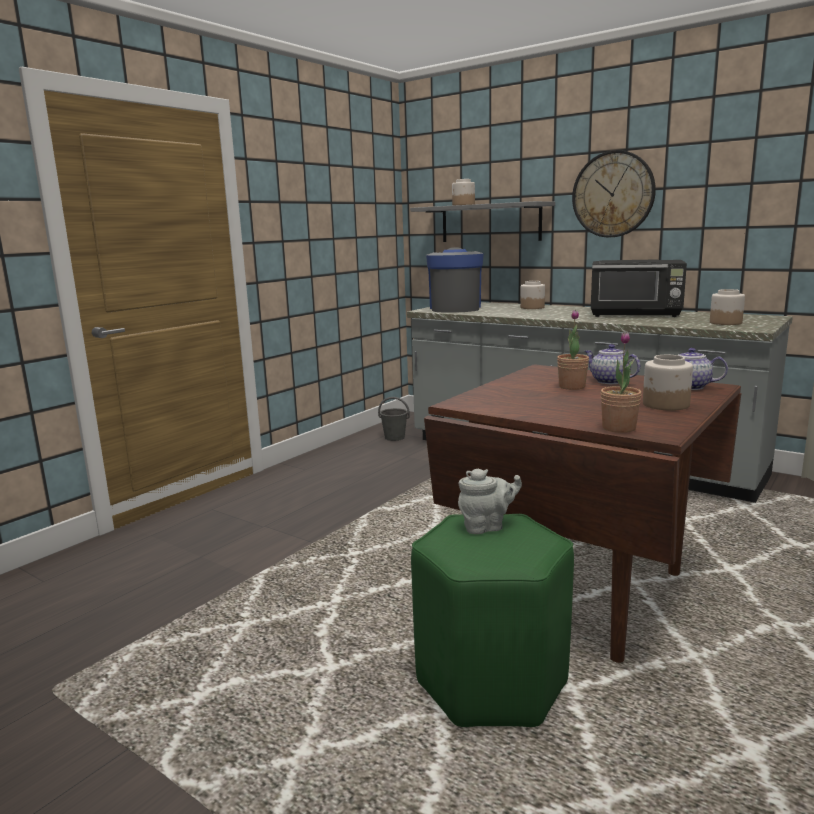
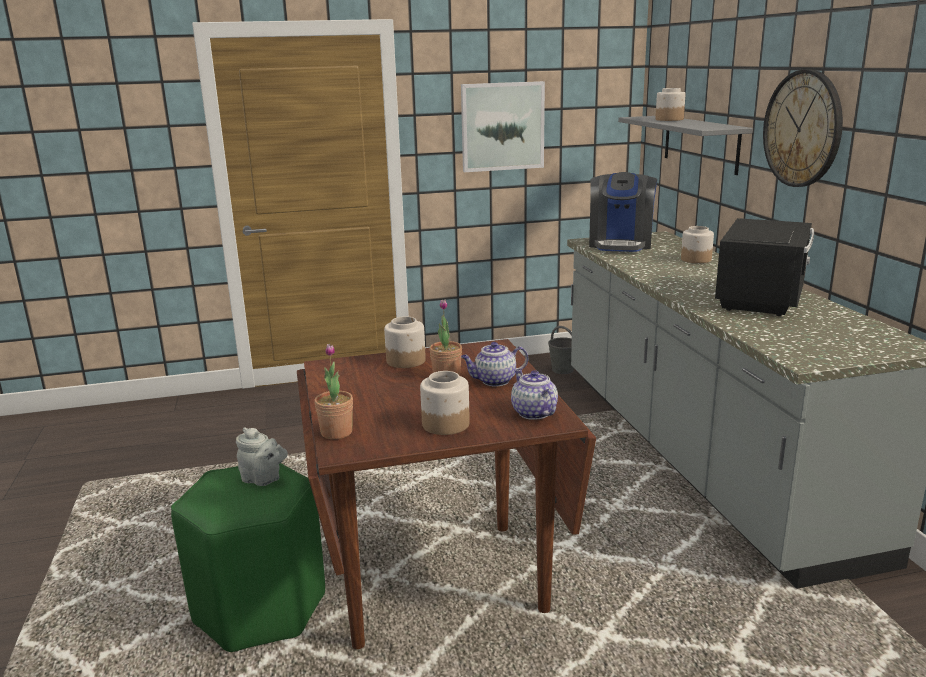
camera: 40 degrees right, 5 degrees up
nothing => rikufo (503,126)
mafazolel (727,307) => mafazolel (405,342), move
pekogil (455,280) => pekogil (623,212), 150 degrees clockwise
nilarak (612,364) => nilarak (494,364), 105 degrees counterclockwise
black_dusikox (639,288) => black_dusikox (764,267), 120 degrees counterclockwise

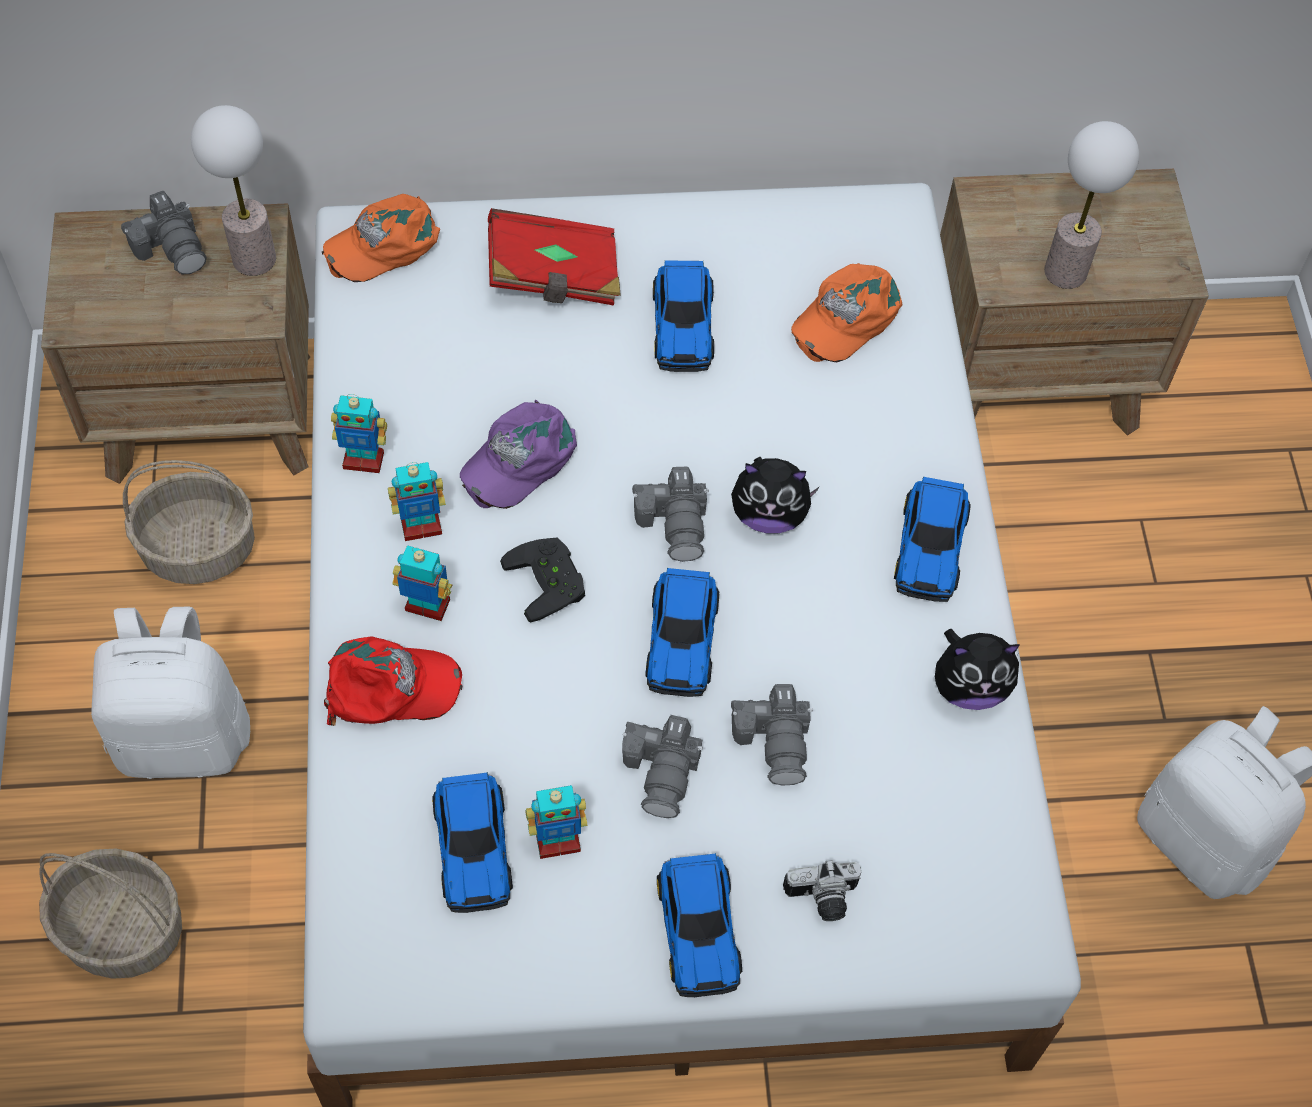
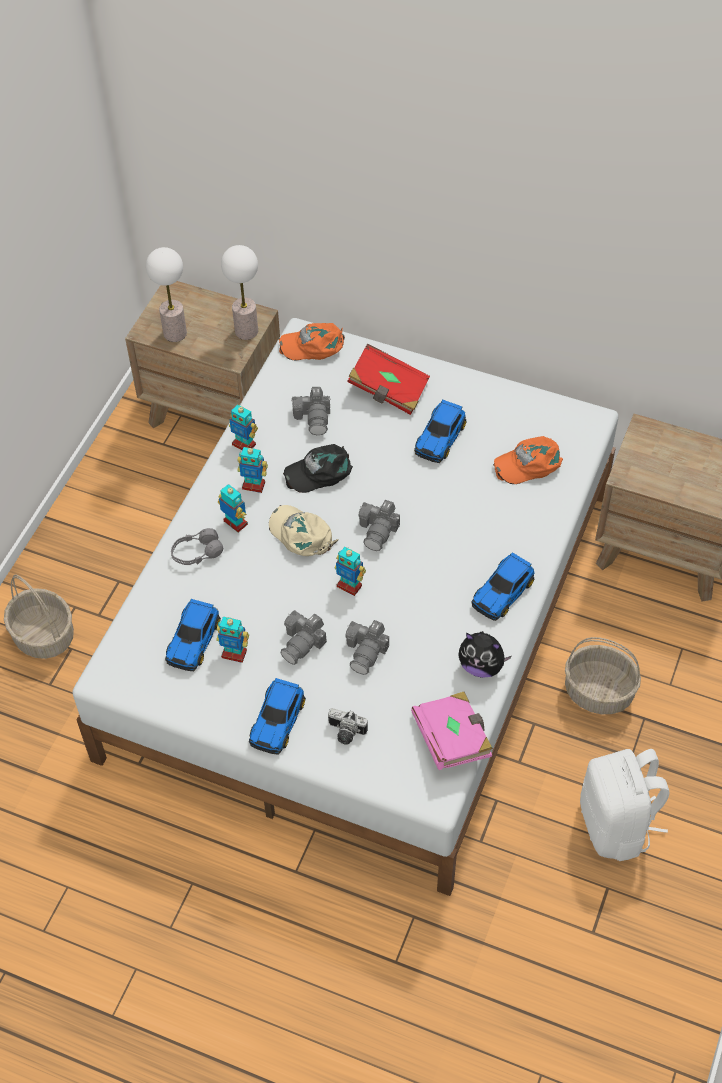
camera: 30 degrees right, 5 degrees down
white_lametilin (170,693) => nothing
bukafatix (775,495) => nothing
nothing => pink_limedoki (452,731)
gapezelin (164,232) => gapezelin (311,411), move
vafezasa (189,522) => vafezasa (603,675), move
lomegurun (1091,205) => lomegurun (166,294), move
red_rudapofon (393,681) => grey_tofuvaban (197,546)
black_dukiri (542,579) => beige_rudapofon (304,530)
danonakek (682,632) => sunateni (350,571)
purple_rudapofon (518,454) => black_rudapofon (318,468)

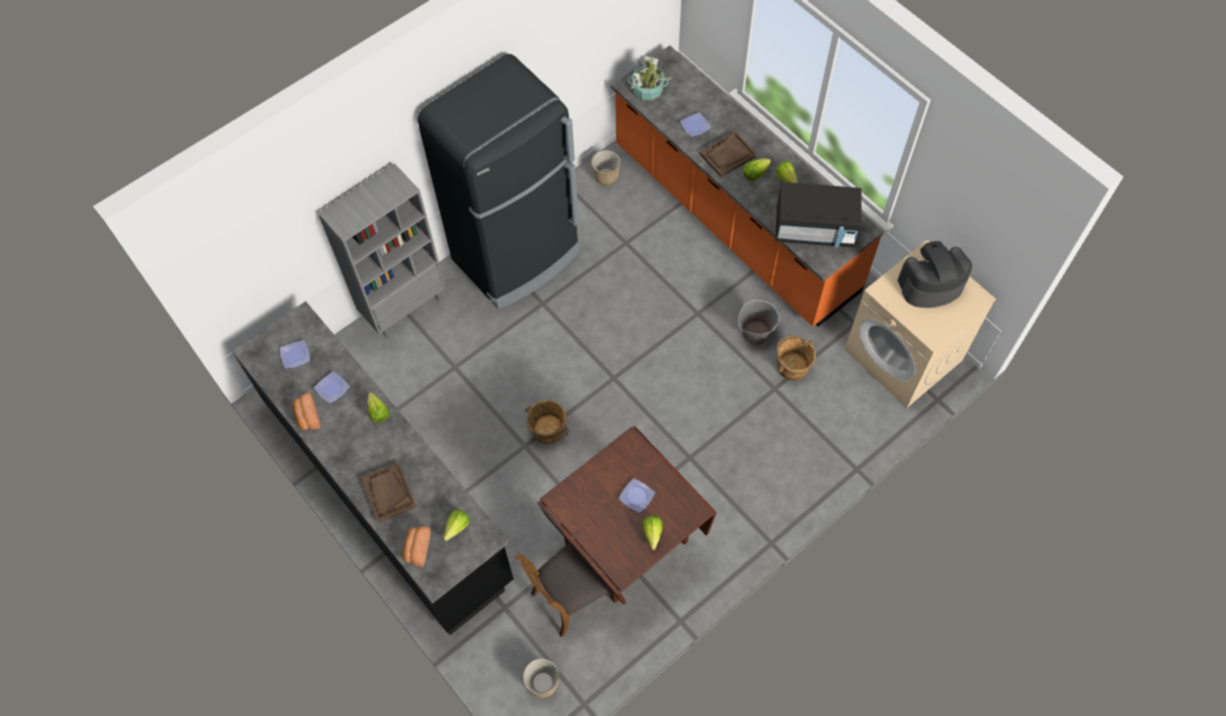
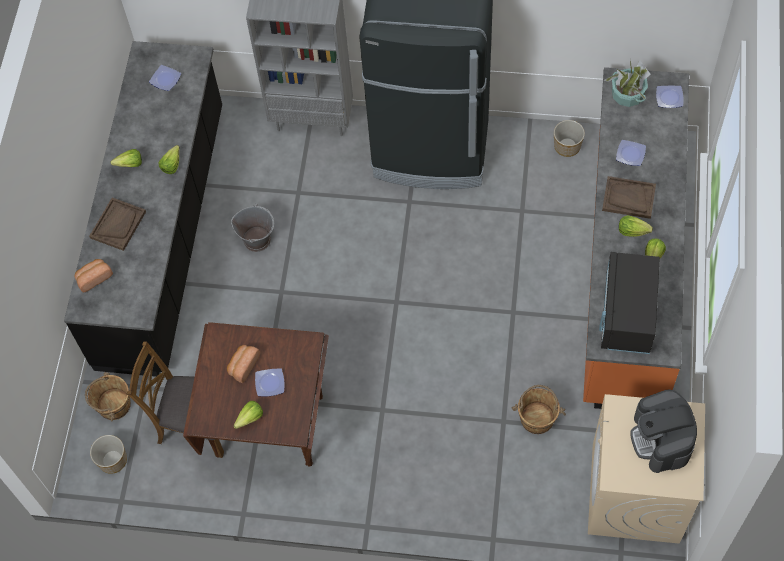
camera: 50 degrees right, 0 degrees up
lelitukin (306,411) => lelitukin (243,364), move
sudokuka (332,387) => sudokuka (670,97), move
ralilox (456,525) => ralilox (126,158), move
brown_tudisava (547,422) => brown_tudisava (108,397), move
grey_tudisava (759,322) => grey_tudisava (252,228), move
black_dusikox (818,215) => black_dusikox (629,303), 45 degrees clockwise
pekogil (935,274) => pekogil (664,431), 135 degrees counterclockwise

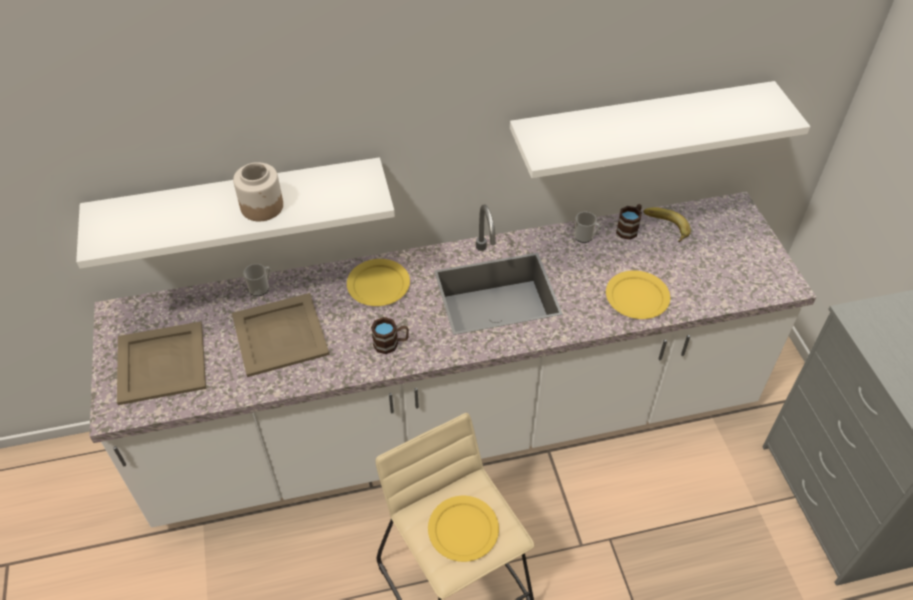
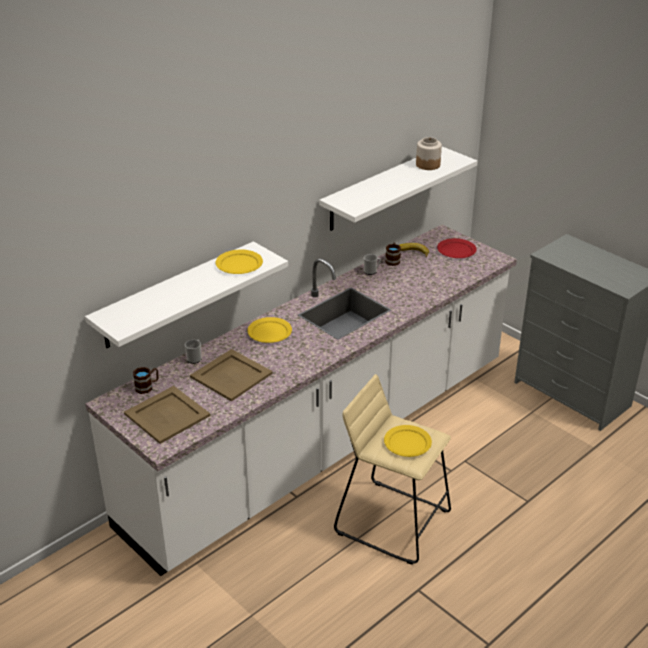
camera: 30 degrees left, 15 degrees down
nothing => red_sudokuka (457,248)
mafazolel (258,191) => mafazolel (429,153), move
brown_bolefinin (390,335) => brown_bolefinin (145,380), move
yellow_sudokuka (638,294) => yellow_sudokuka (239,261), move

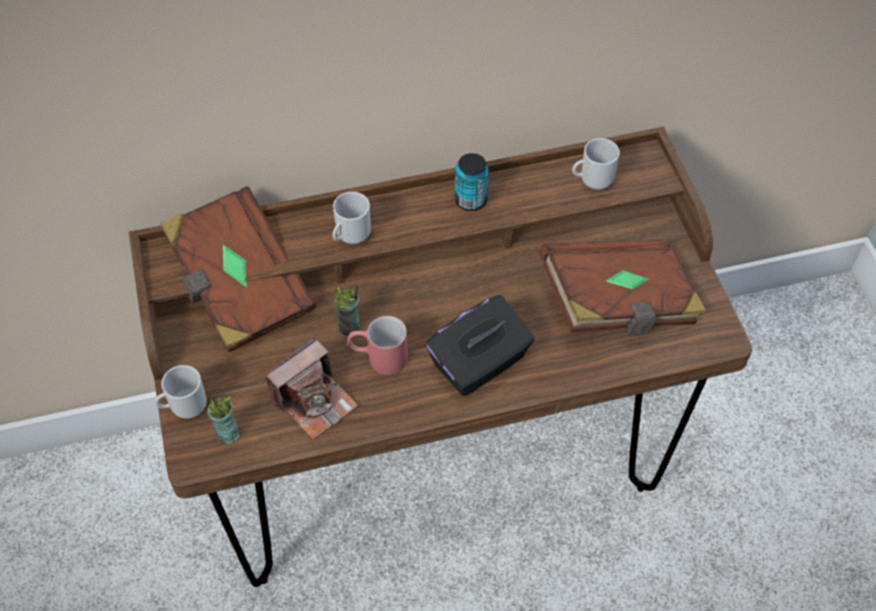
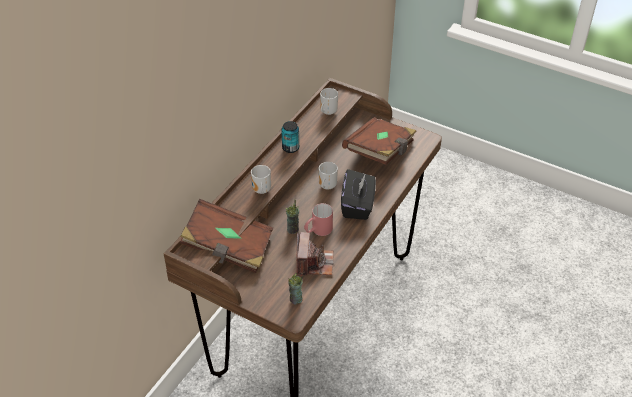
camera: 45 degrees left, 10 degrees down
bolefinin (181,392) => bolefinin (328,176), move

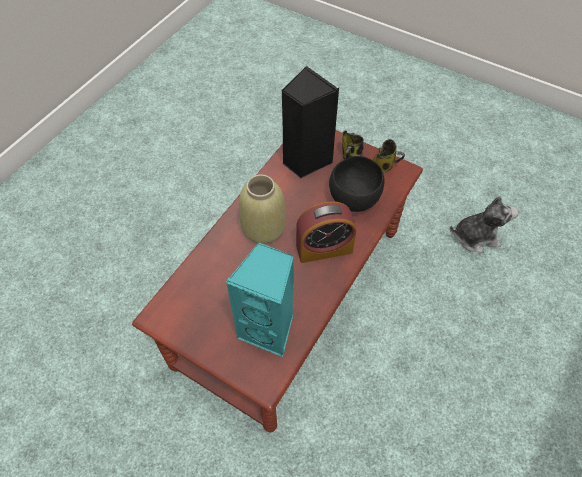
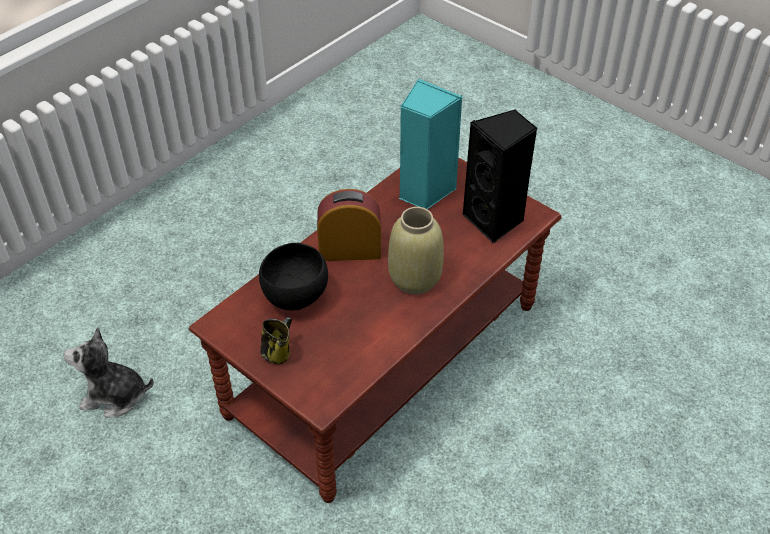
camera: 170 degrees left, 10 degrees down
bolefinin (389,156) => nothing
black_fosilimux (310,122) => black_fosilimux (500,176), move

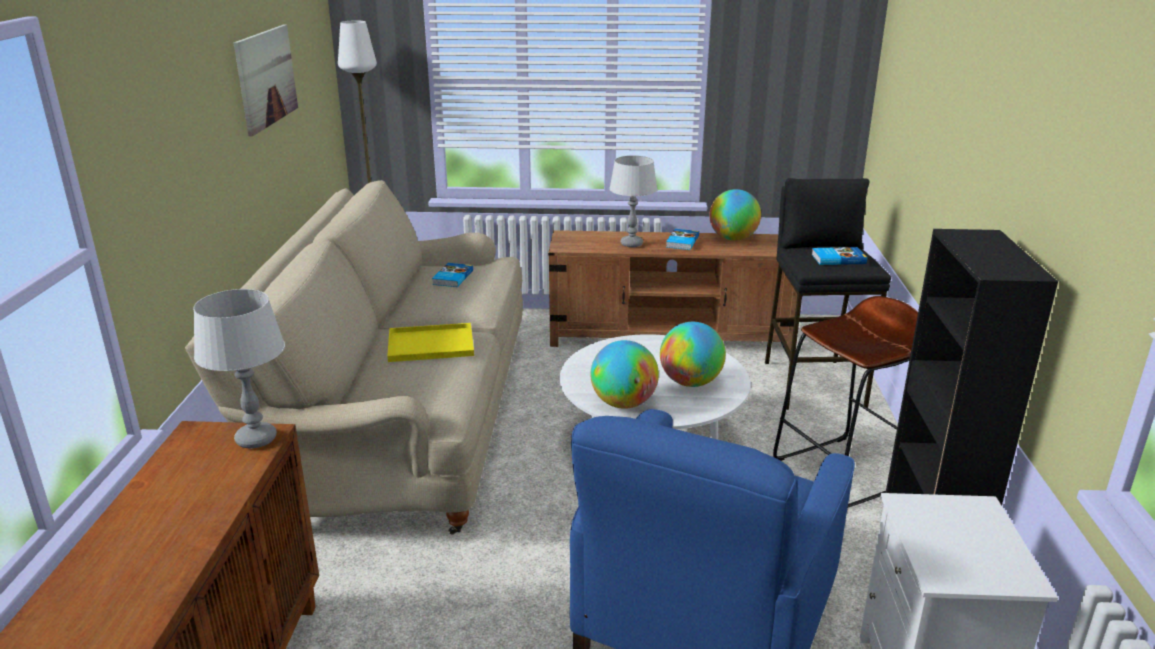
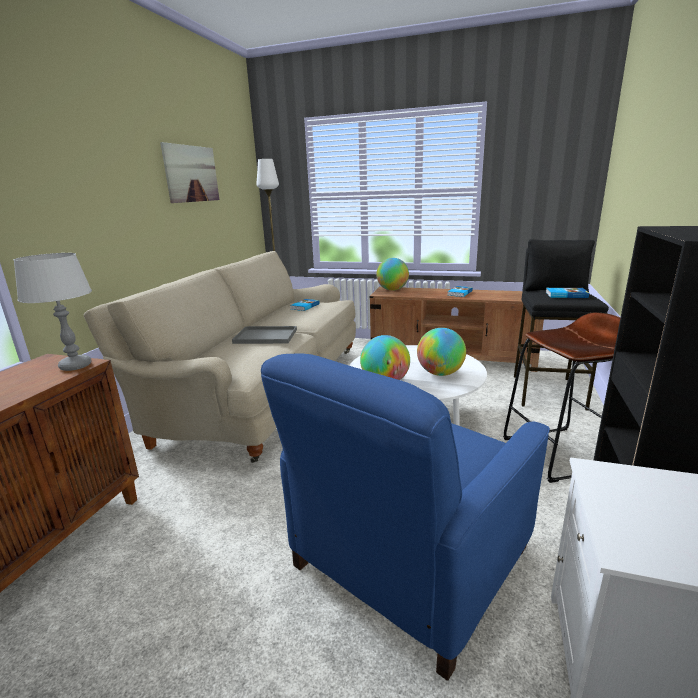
camera: 15 degrees right, 5 degrees down
grey_lomegurun (633,201) => nothing
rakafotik (735,215) => rakafotik (392,274), move
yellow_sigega (430,342) => grey_sigega (264,335)

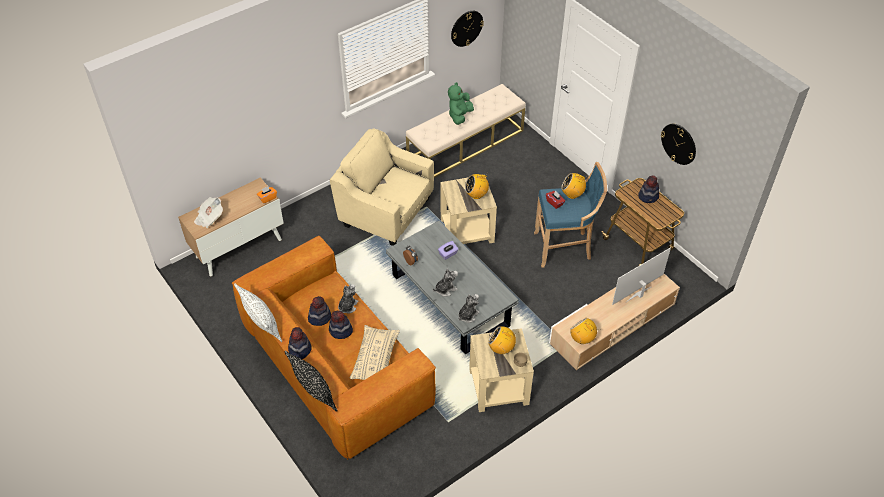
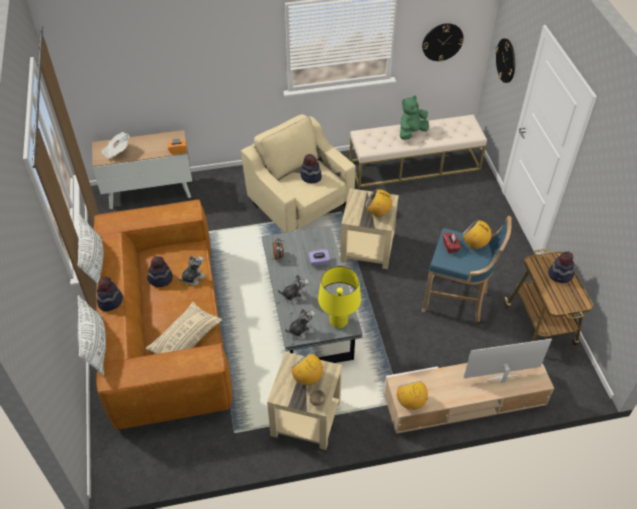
camera: 25 degrees right, 0 degrees up
nothing => yellow_lomegurun (339,297)
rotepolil (341,325) => rotepolil (311,168), move
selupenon (678,144) => selupenon (505,60), move
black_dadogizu (311,381) => white_dadogizu (91,335)

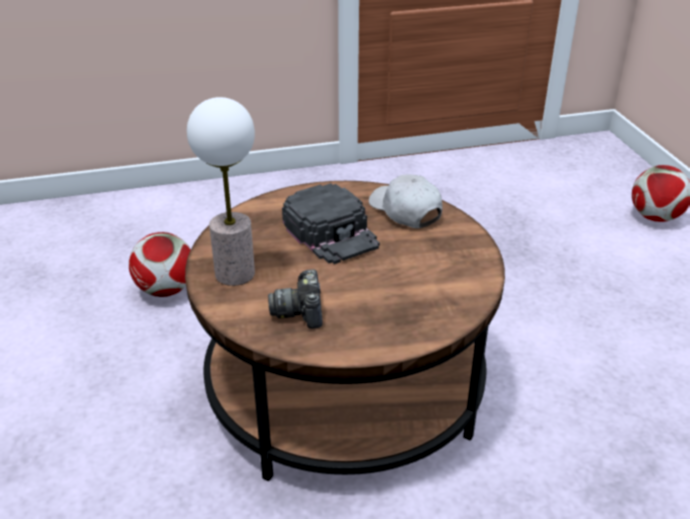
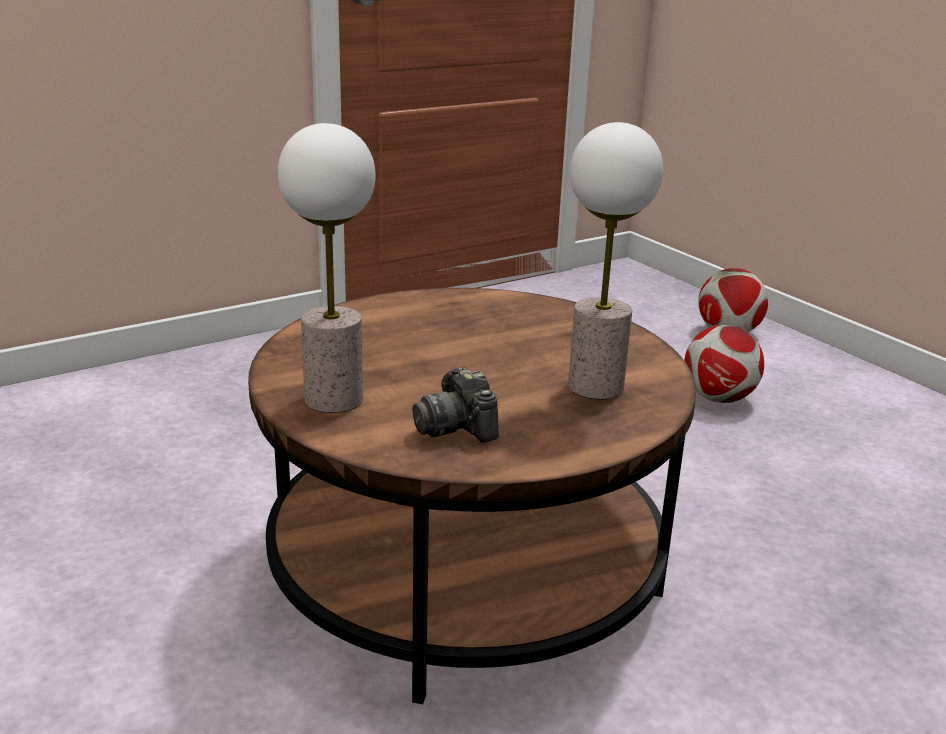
camera: 20 degrees left, 10 degrees down
black_rudapofon (331,223) => nothing
white_rudapofon (405,202) => nothing
nothing => lomegurun (615,260)
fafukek (160,264) => fafukek (724,364), move

